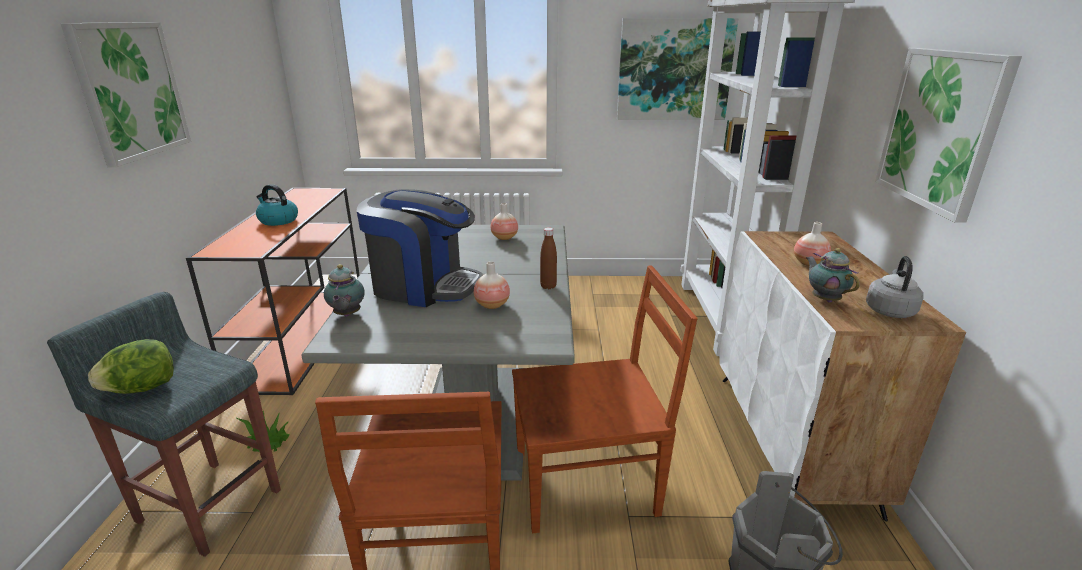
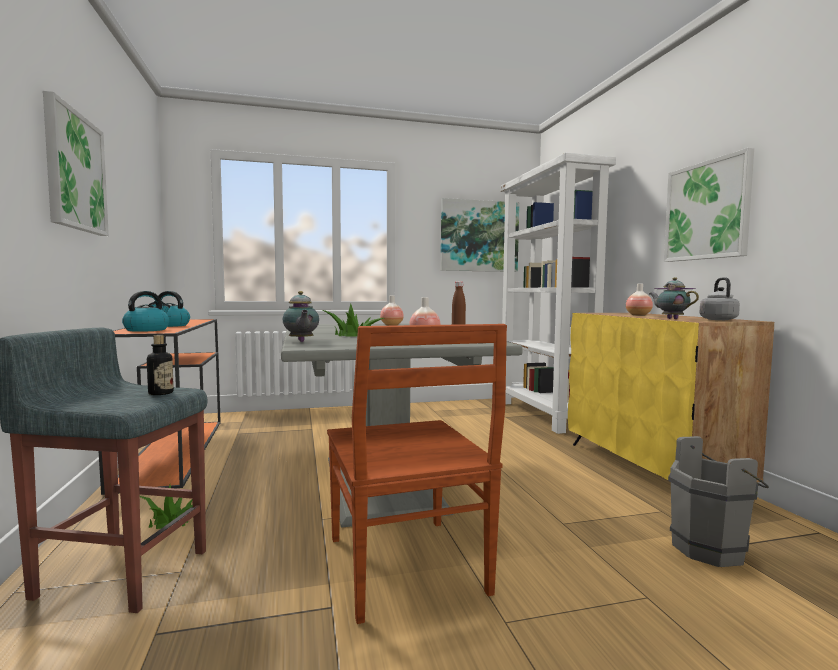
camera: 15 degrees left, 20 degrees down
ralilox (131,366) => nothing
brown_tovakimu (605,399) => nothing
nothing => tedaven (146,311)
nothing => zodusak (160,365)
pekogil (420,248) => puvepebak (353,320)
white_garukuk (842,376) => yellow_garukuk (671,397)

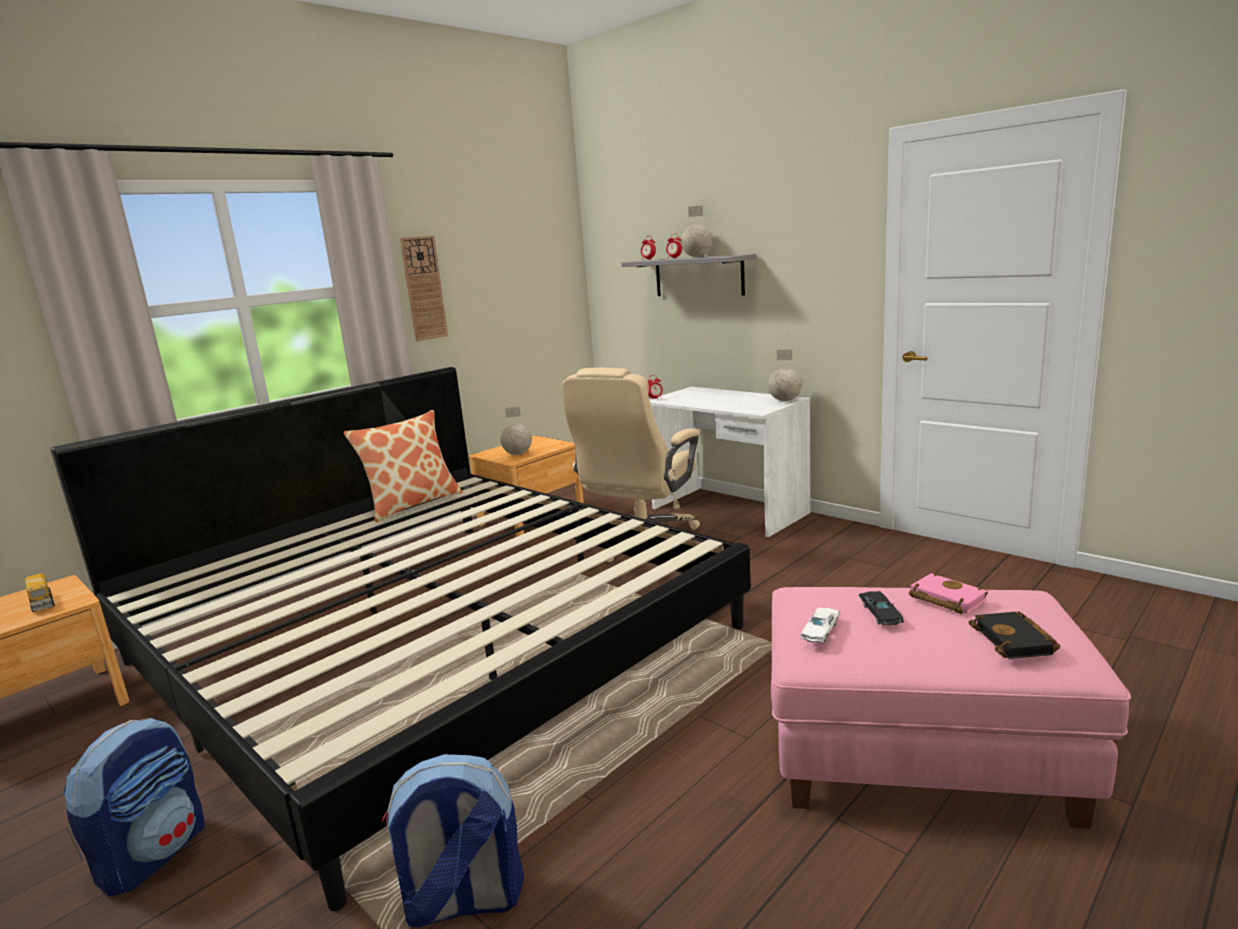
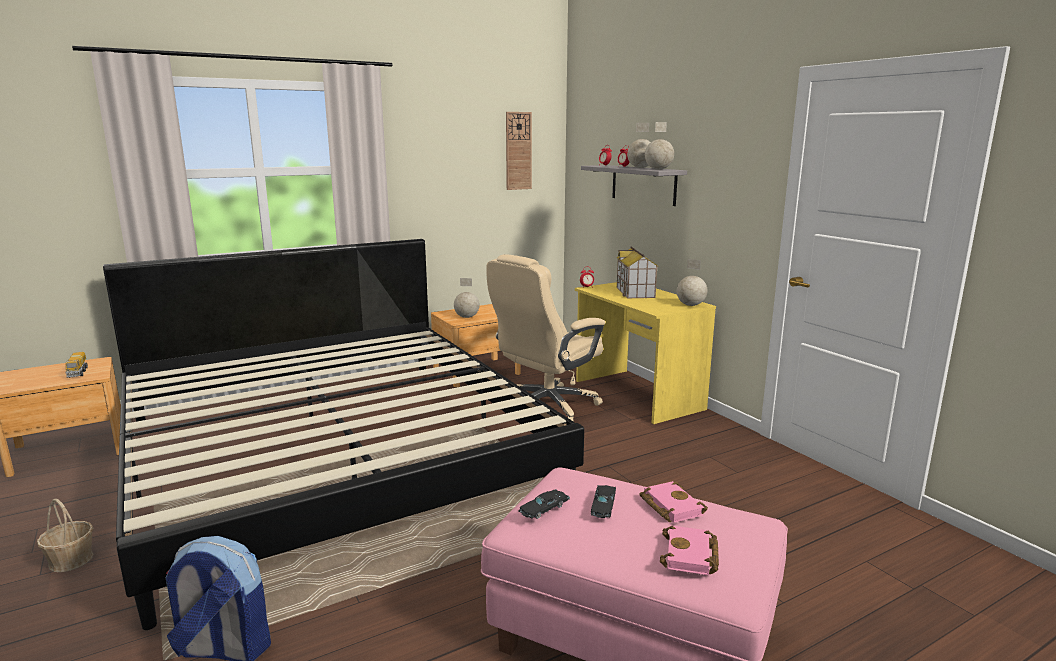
camera: 15 degrees right, 0 degrees up
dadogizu (403,466) => nothing
nothing => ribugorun (637,272)
nothing => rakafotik (659,146)
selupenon (424,288) => selupenon (519,151), move
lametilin (134,807) => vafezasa (65,535)
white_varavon (729,462) => yellow_varavon (645,353)
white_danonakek (820,625) => black_danonakek (544,504)
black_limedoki (1014,635) => pink_limedoki (689,550)

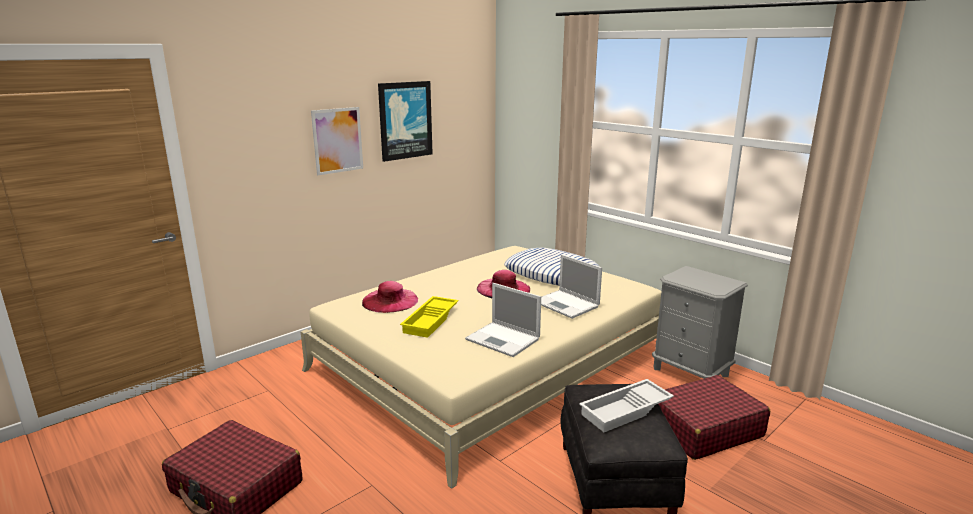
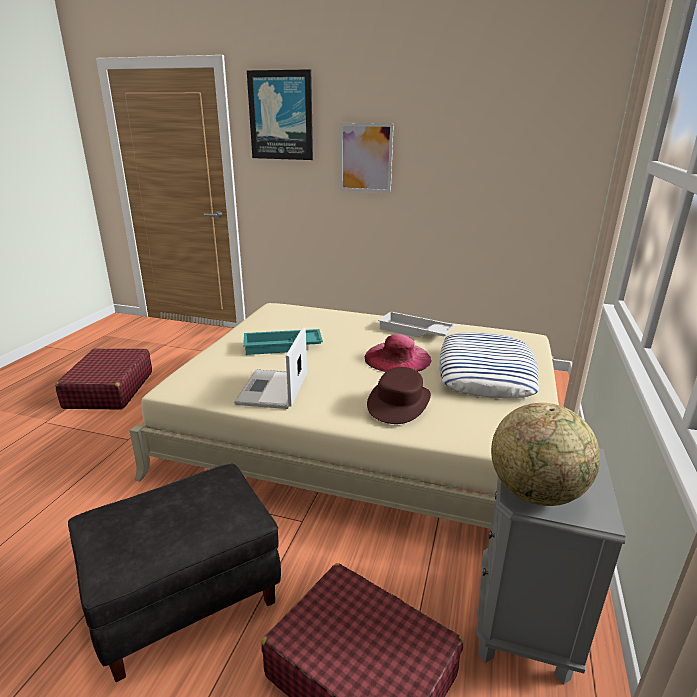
camera: 60 degrees right, 5 degrees up
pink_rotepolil (390,297) => nothing
nothing => rakafotik (545,454)
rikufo (405,121) => rikufo (280,114), move
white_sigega (626,405) => white_sigega (417,324), move
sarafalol (571,286) => brown_rotepolil (399,395)
yellow_sigega (429,317) => turquoise_sigega (283,342)

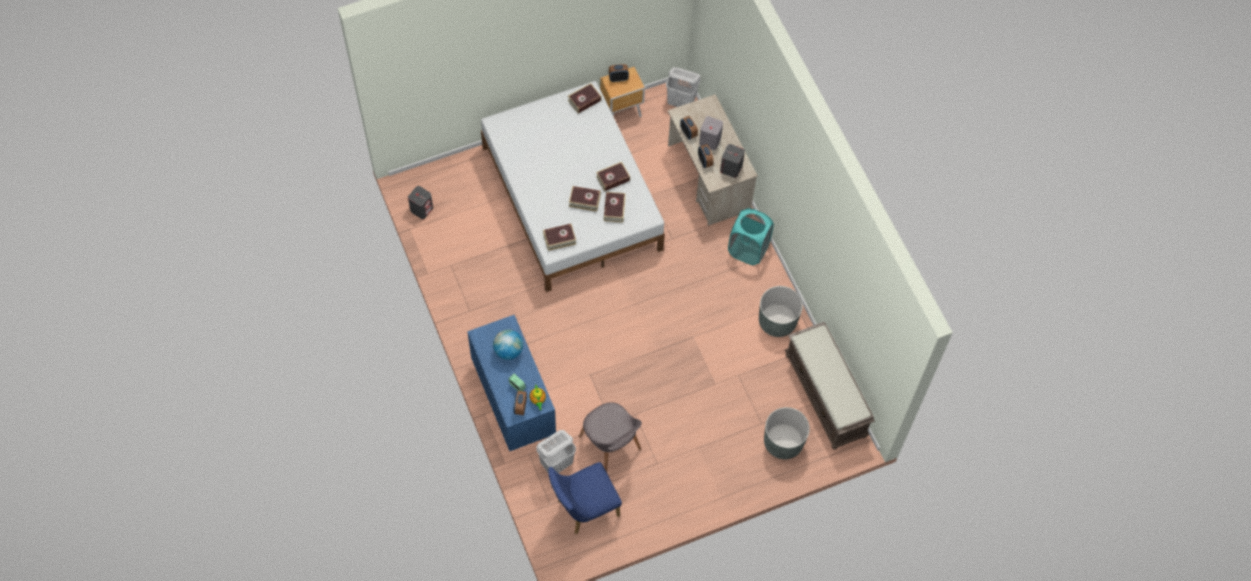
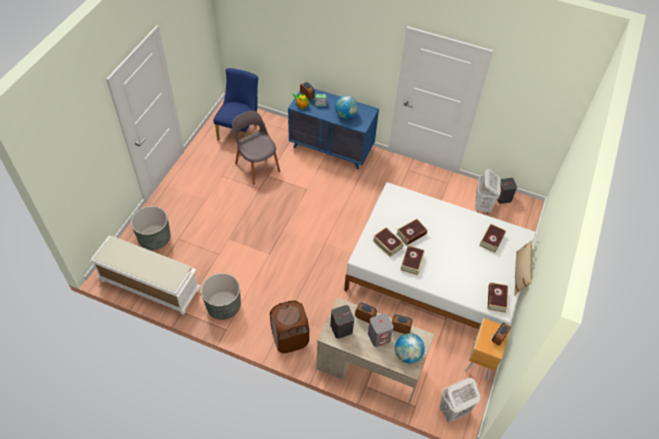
camera: 135 degrees right, 10 degrees down
nothing => rakafotik (410,348)
nothing => beige_dadogizu (523,268)
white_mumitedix (556,452) => white_mumitedix (488,191), move
limedoki (559,237) => limedoki (492,238), move
turquoise_mumitedix (751,236) => brown_mumitedix (289,327)
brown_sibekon (830,386) => white_sibekon (144,275)
grey_tovakimu (610,437) => grey_tovakimu (256,148), 45 degrees clockwise

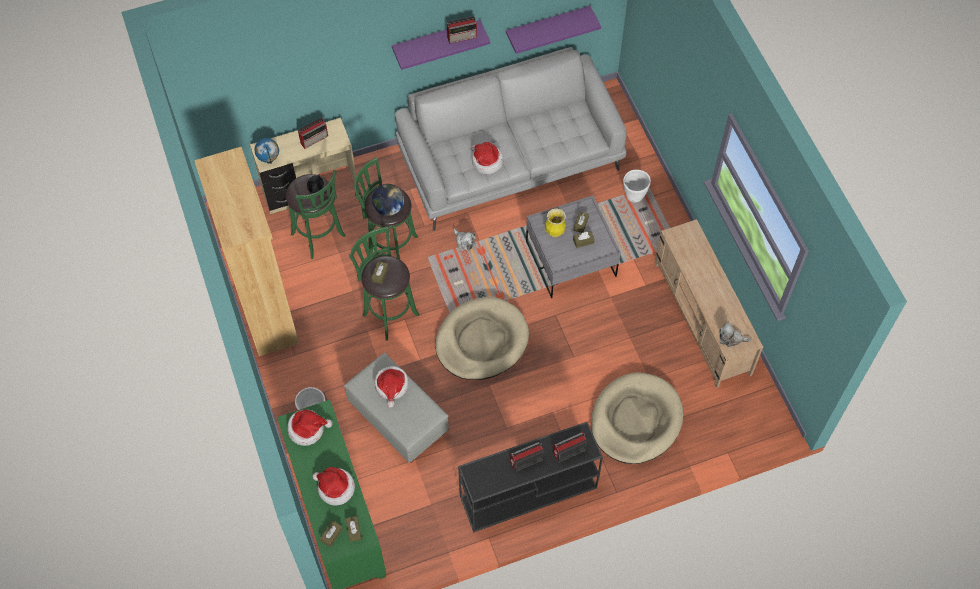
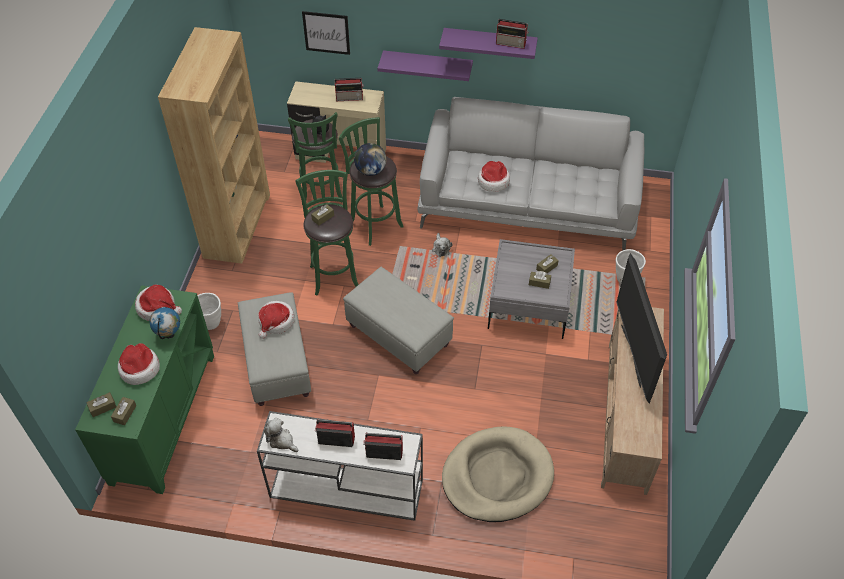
camera: 30 degrees right, 10 degrees down
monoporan (555,222) => nothing
nothing => rikufo (326,33)
nothing => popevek (641,328)
rakafotik (267,150) => rakafotik (165,323), move
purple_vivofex (553,30) => purple_vivofex (425,65), move
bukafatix (735,335) => bukafatix (281,435), move
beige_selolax (482,338) => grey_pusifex (398,320)
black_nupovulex (530,477) => white_nupovulex (340,466)

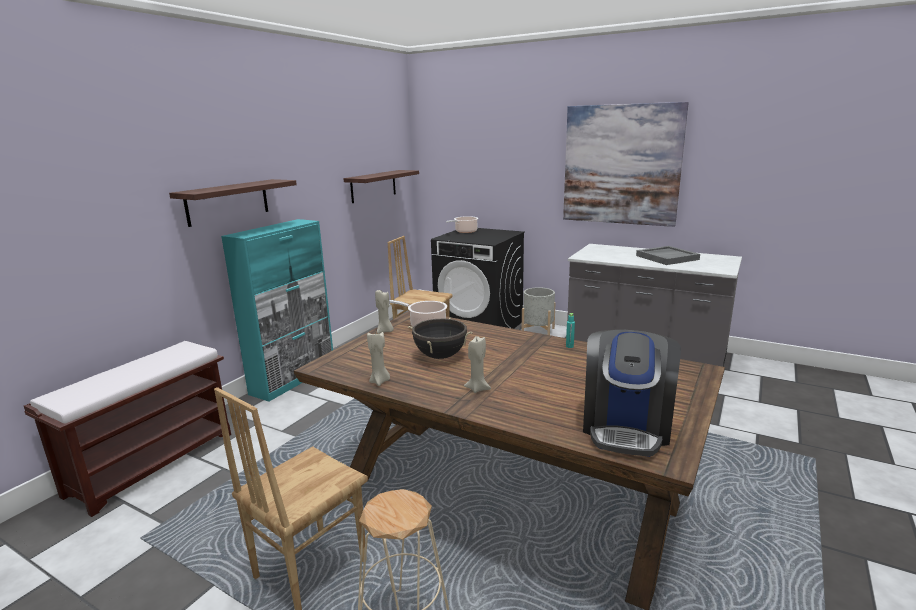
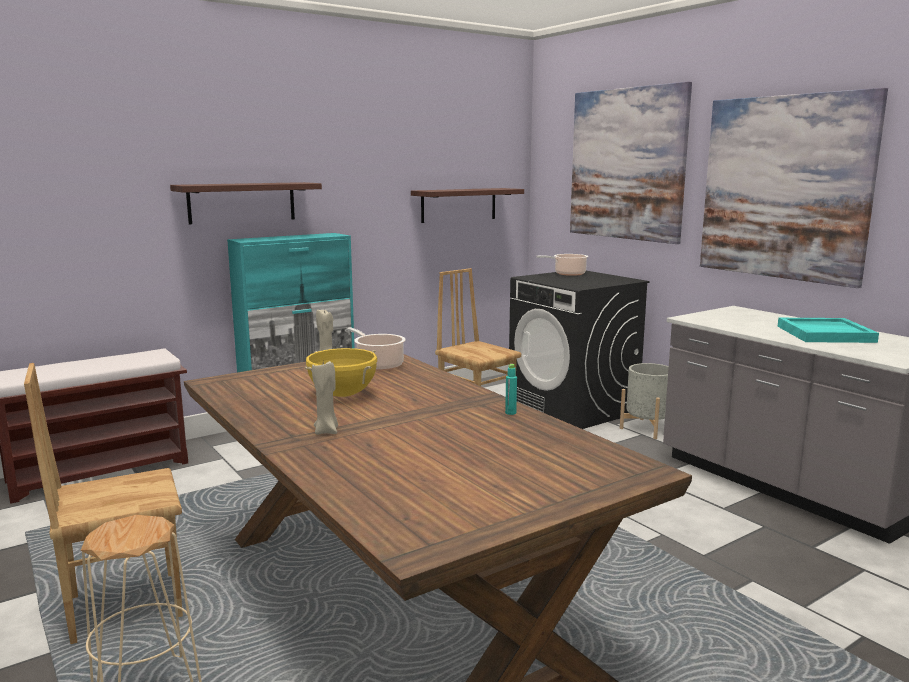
camera: 25 degrees right, 5 degrees down
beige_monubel (378,359) => nothing
pekogil (632,393) => nothing
nothing => rikufo (631,163)
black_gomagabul (440,338) => yellow_gomagabul (341,372)
grey_sigega (668,255) => turquoise_sigega (828,330)

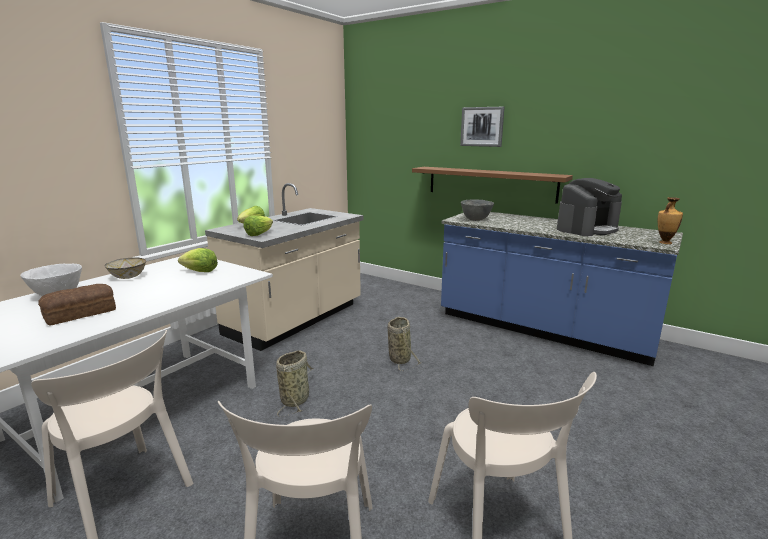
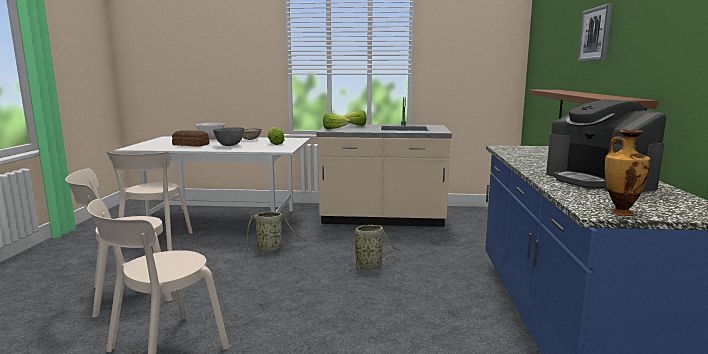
camera: 60 degrees right, 5 degrees down
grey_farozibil (477,210) => grey_farozibil (228,136), move
pekogil (589,207) => pekogil (606,145), 45 degrees clockwise

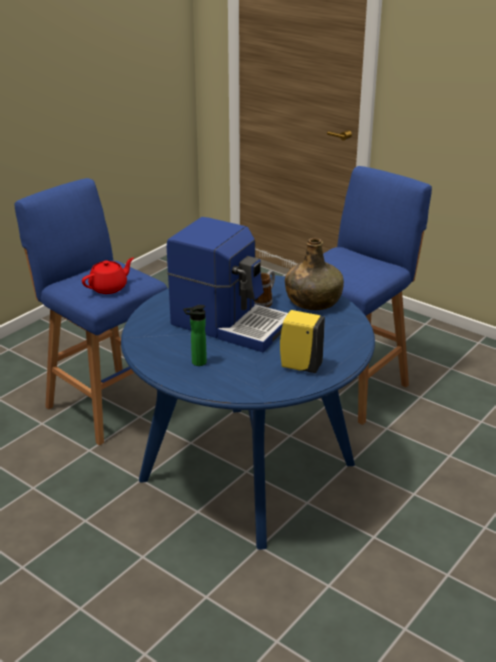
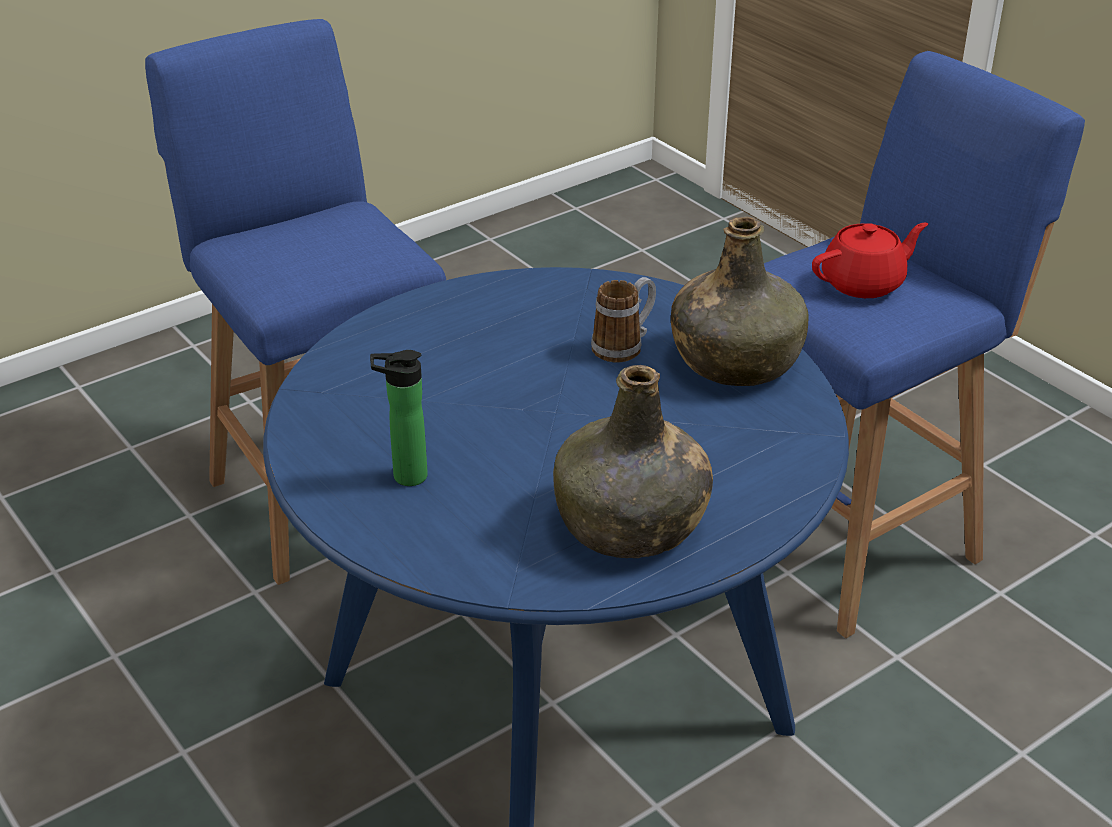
camera: 15 degrees right, 5 degrees up
pekogil (227,284) => nothing
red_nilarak (108,276) => red_nilarak (870,260), move
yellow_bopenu (302,341) => green_zodusak (633,461)

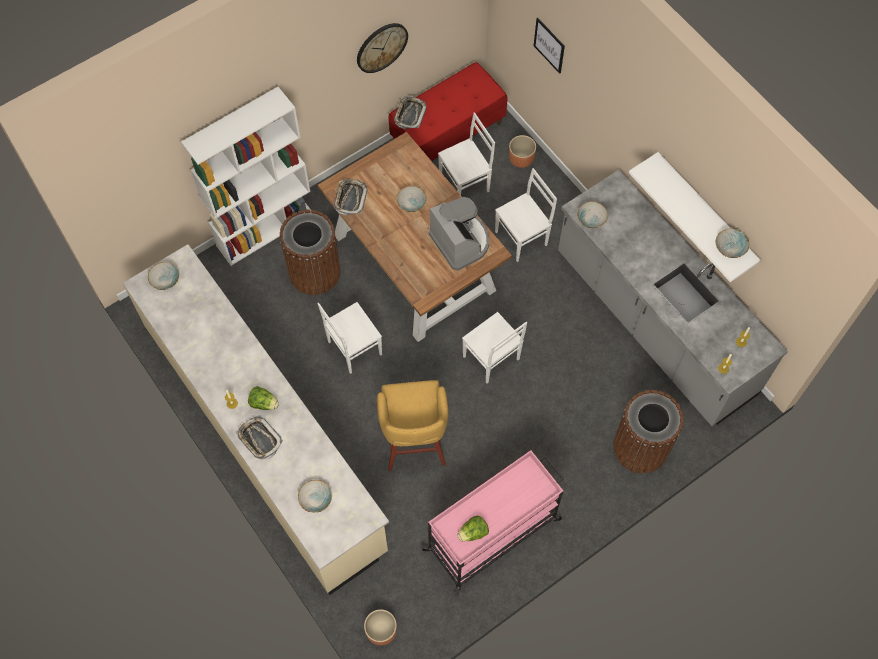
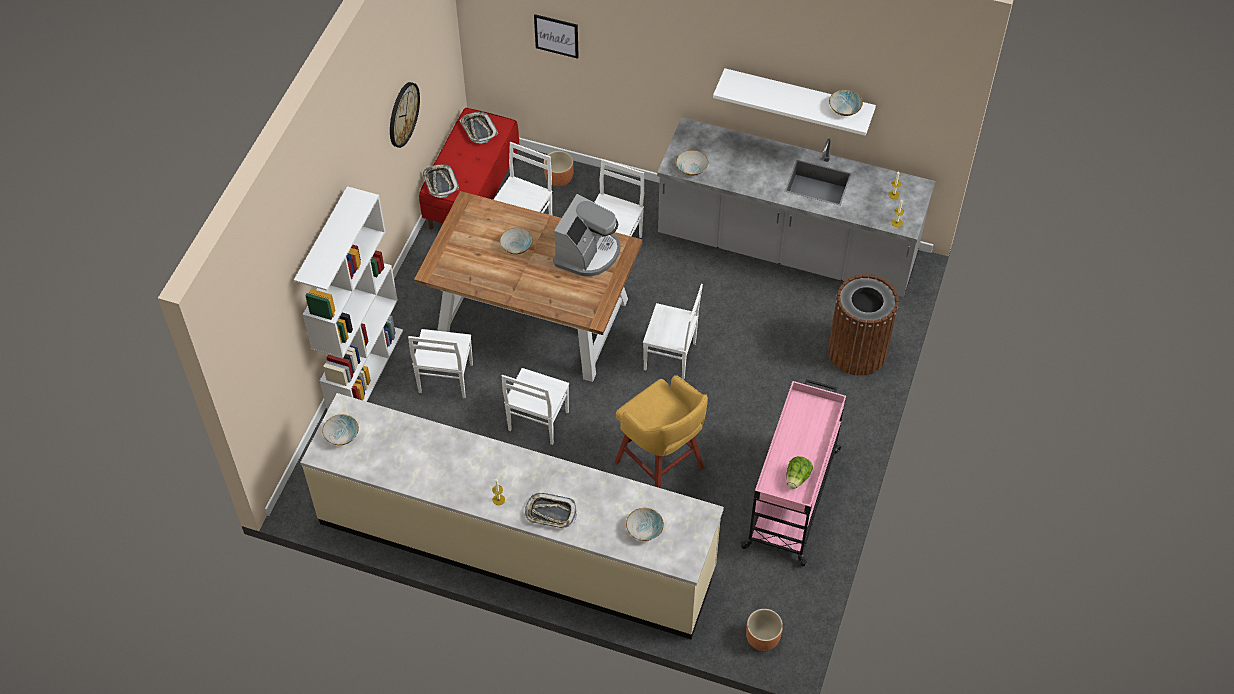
camera: 35 degrees left, 10 degrees down
ralilox (263,398) => nothing
sigega (350,197) => sigega (478,128), move
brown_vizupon (310,252) => white_tovakimu (440,363)
pekogil (459,234) => pekogil (586,235), 90 degrees clockwise

